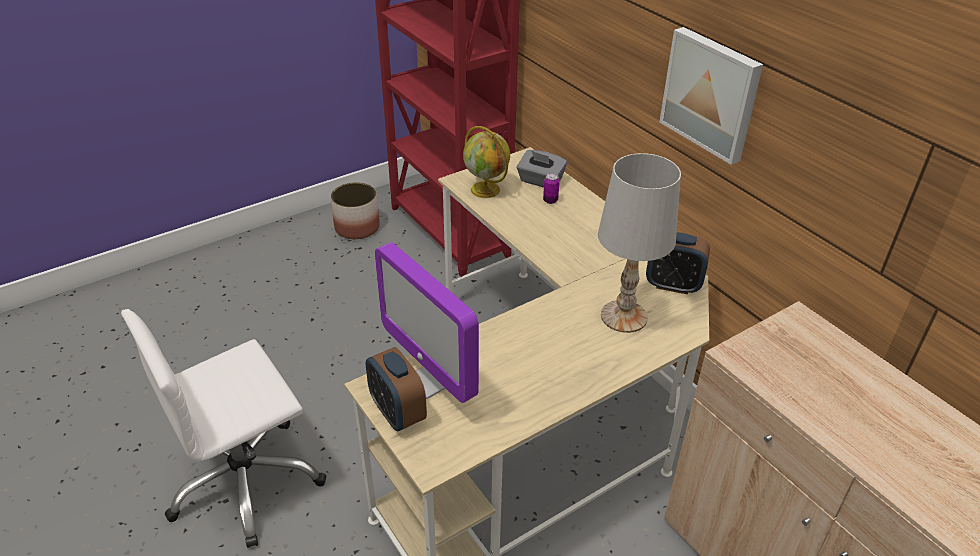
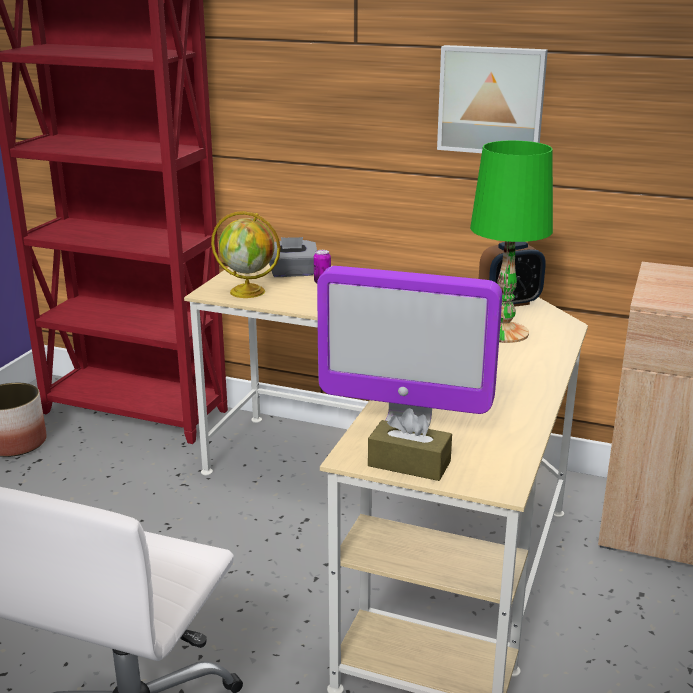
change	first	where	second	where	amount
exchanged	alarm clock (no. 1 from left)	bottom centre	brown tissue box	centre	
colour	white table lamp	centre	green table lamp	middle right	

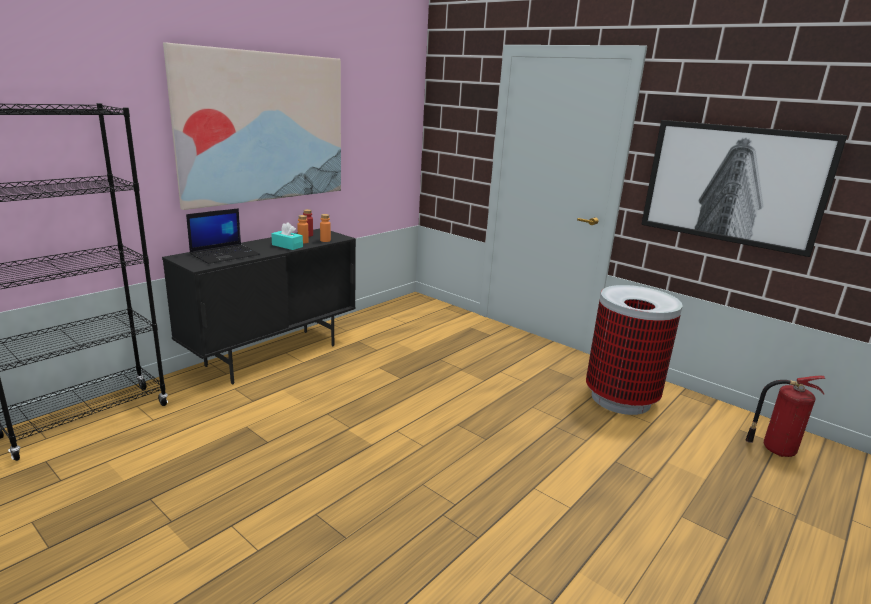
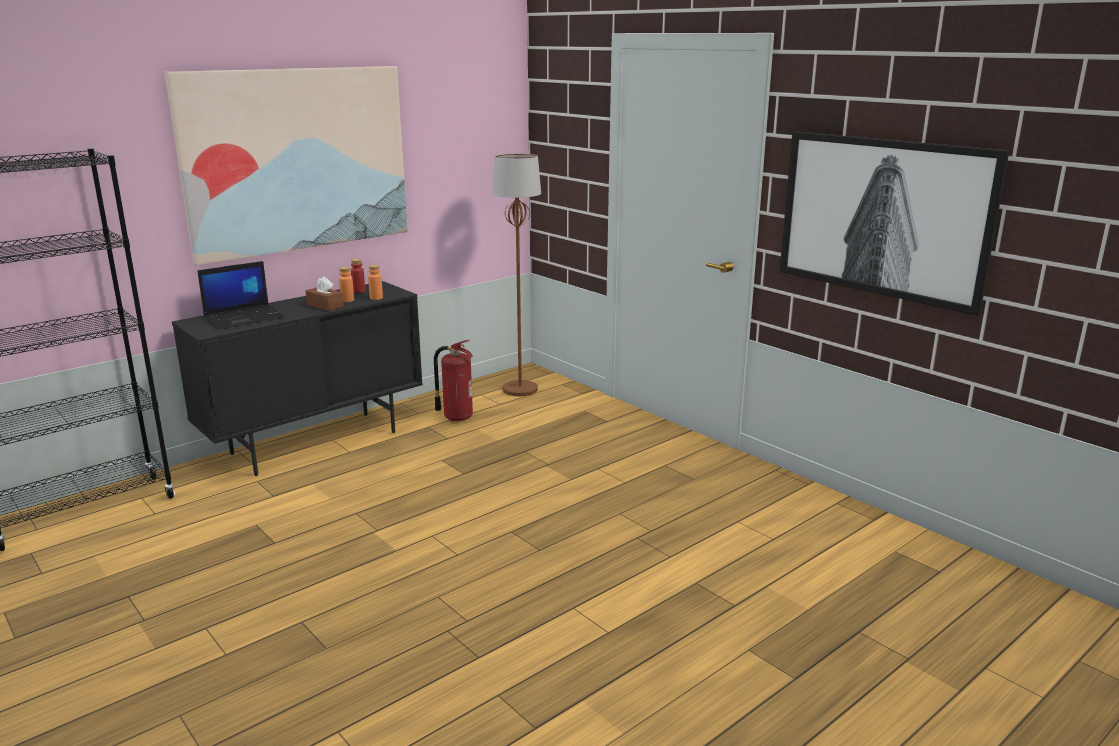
change	first	where	second	where	amount
colour	turquoise tissue box	middle left	brown tissue box	middle left	
relocated	fire extinguisher	bottom right		centre	
appeared			brown floor lamp	centre	
missing	trash can	middle right			

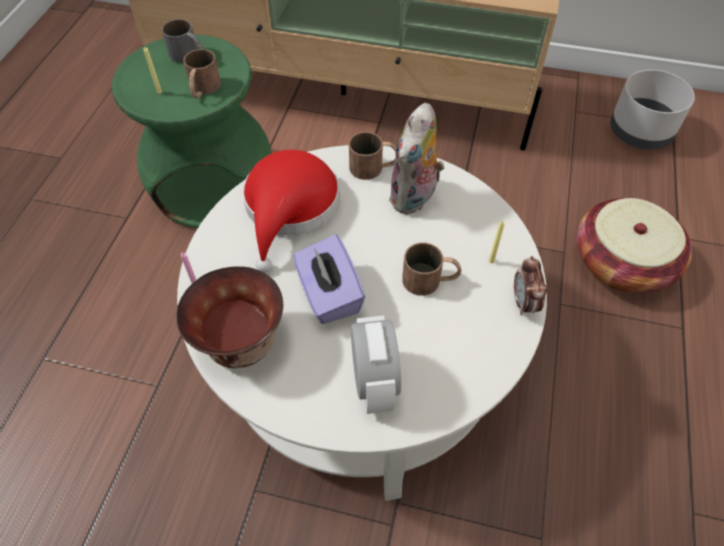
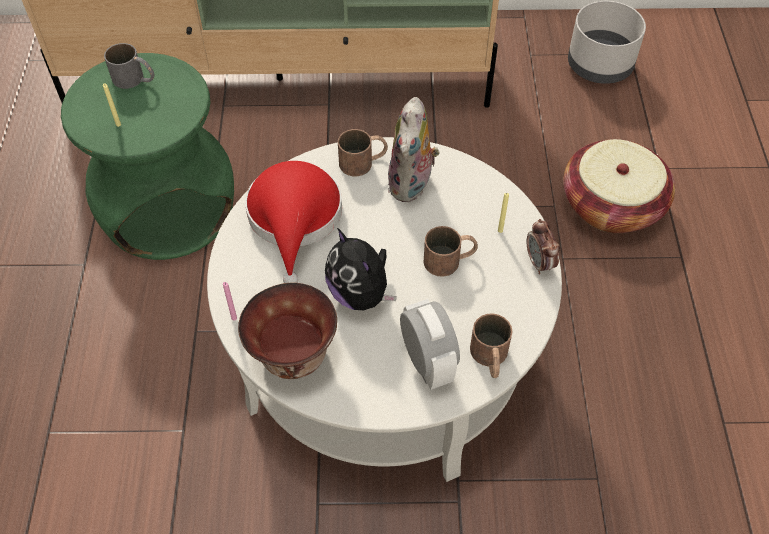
change	first	where	second	where	amount
exchanged	purple tissue box	centre	plush toy (no. 1 from left)	centre	
relocated	brown mug (no. 1 from left in the first image)	top left	brown mug (no. 3 from left)	centre	

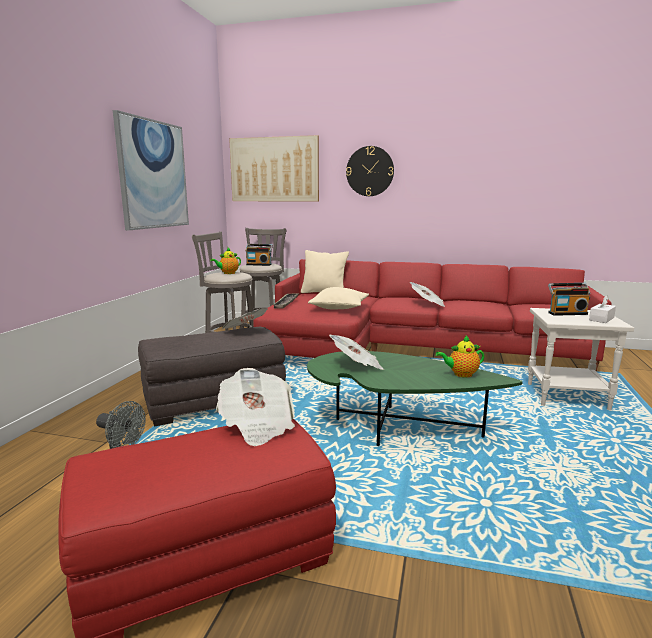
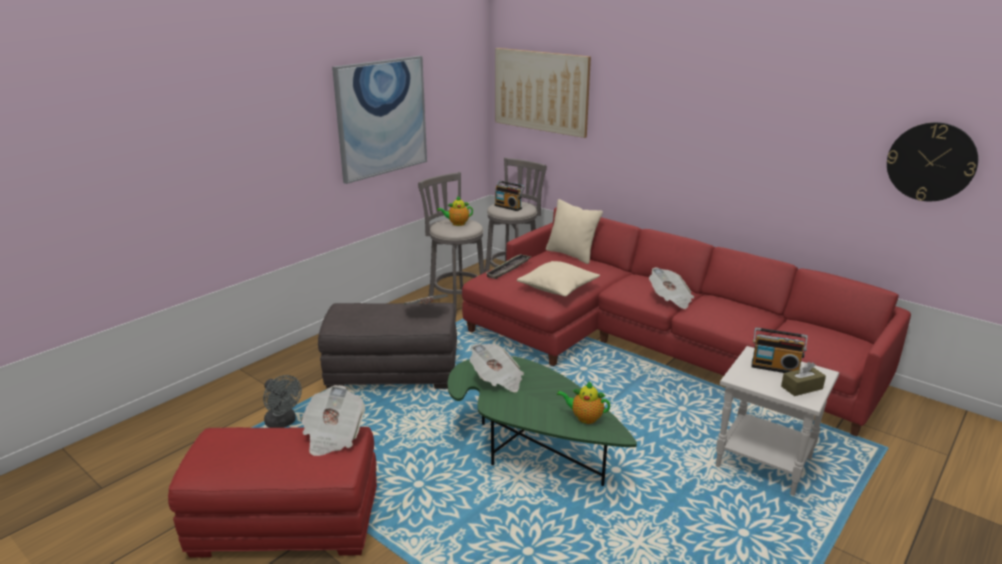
change	first	where	second	where	amount
colour	white tissue box	middle right	brown tissue box	bottom right	
relocated	wall clock	top centre		top right	

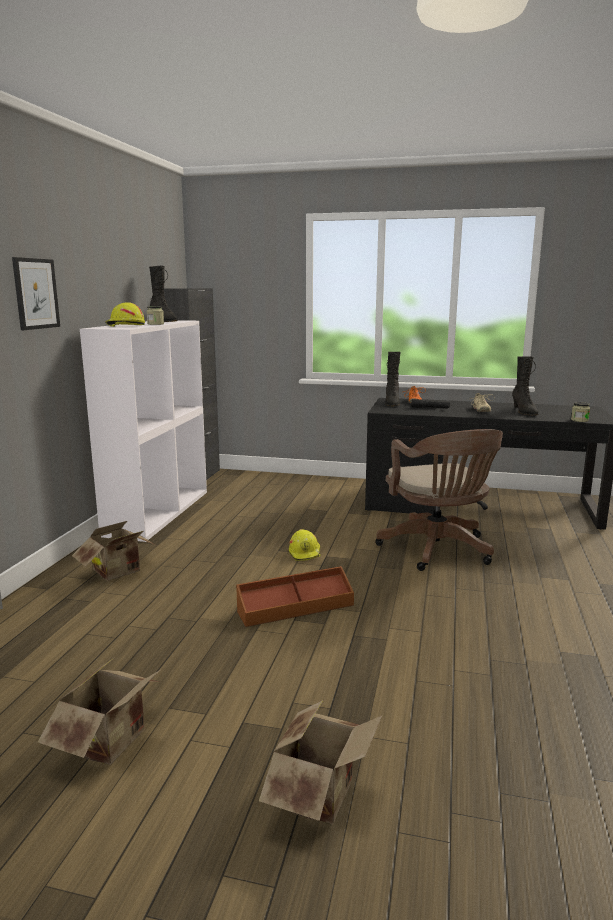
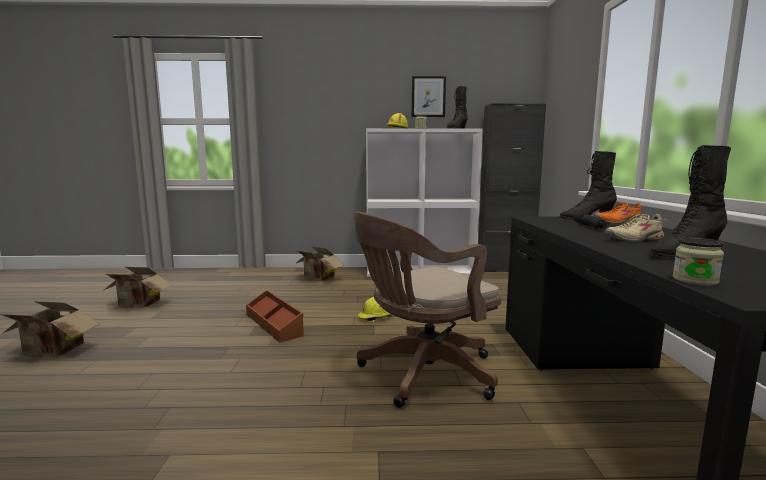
change	first	where	second	where	amount
relocated	picture	top left		top centre	

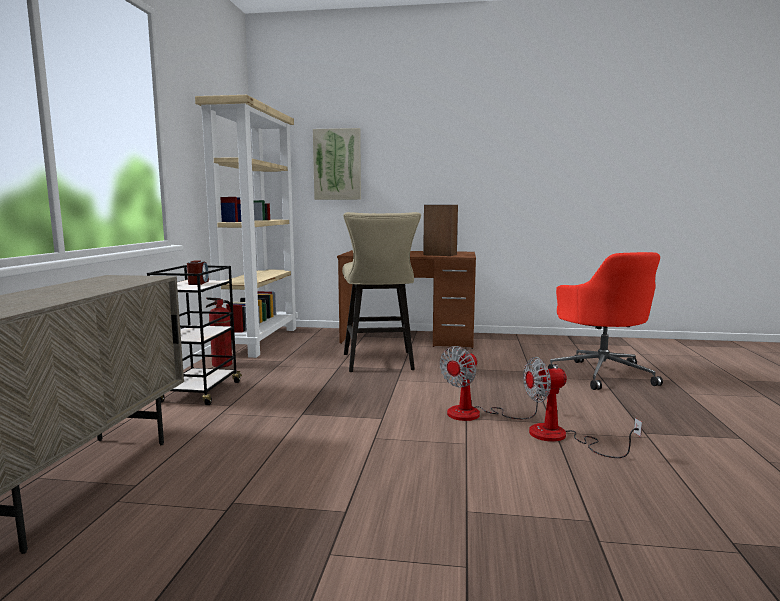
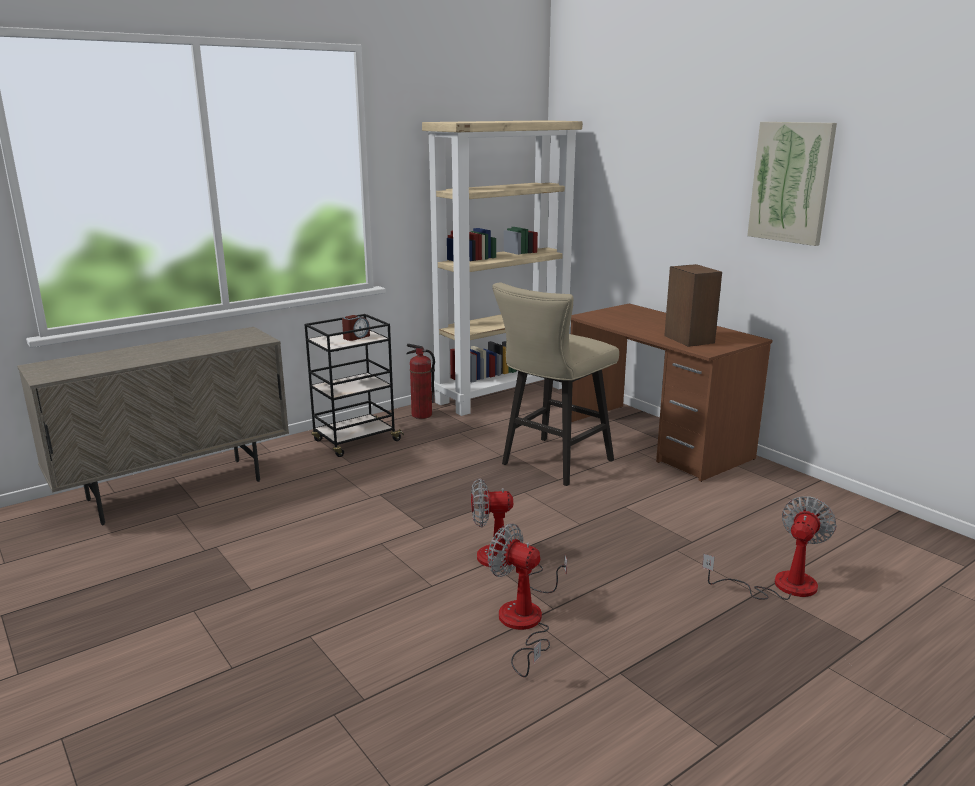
change	first	where	second	where	amount
exchanged	red office chair	middle right	fan (no. 3 from left)	bottom right	
relocated	picture	top centre		top right	

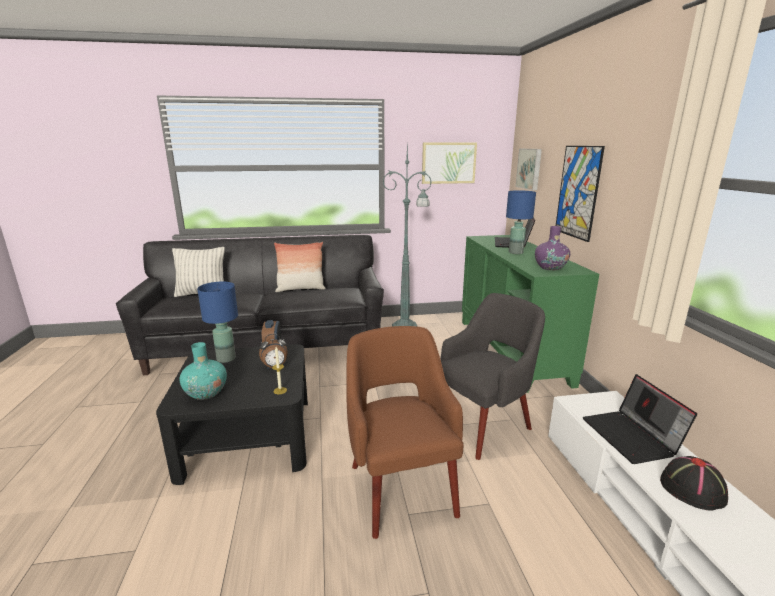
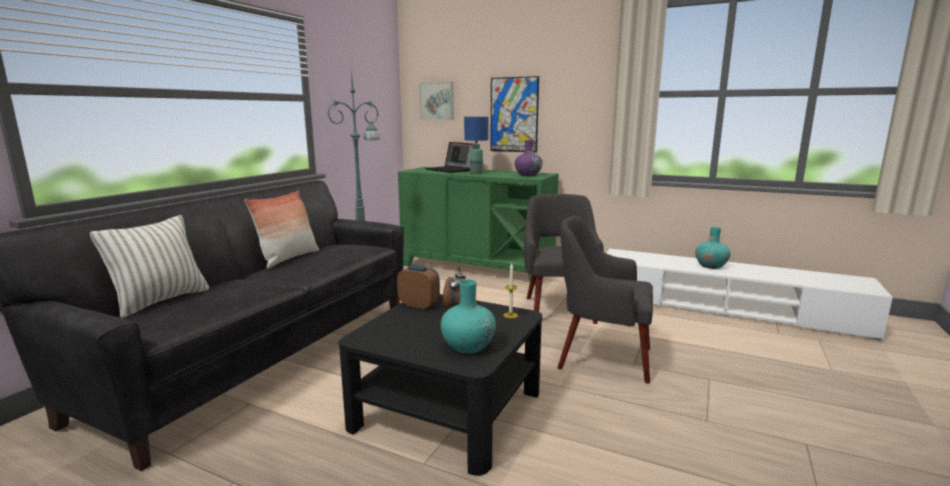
change	first	where	second	where	amount
colour	brown armchair	bottom centre	grey armchair (no. 2 from left)	centre	
exchanged	black hat	bottom right	turquoise vase (no. 2 from left)	middle right	
missing	blue table lamp (no. 1 from left)	middle left			
missing	picture (no. 1 from left)	top centre			
missing	laptop (no. 2 from left)	bottom right			

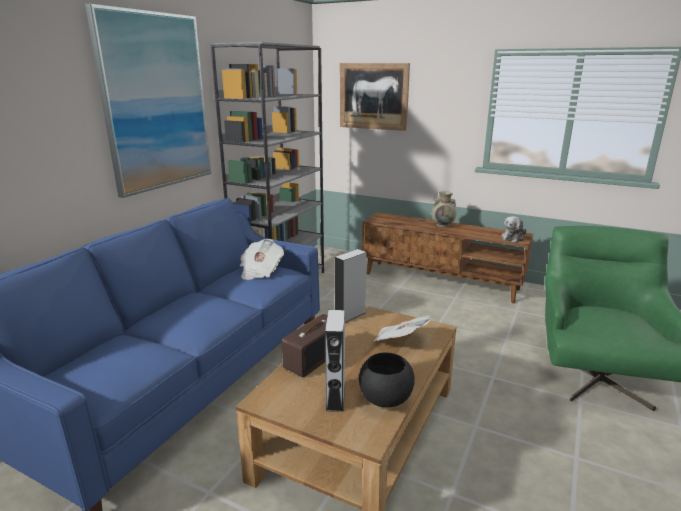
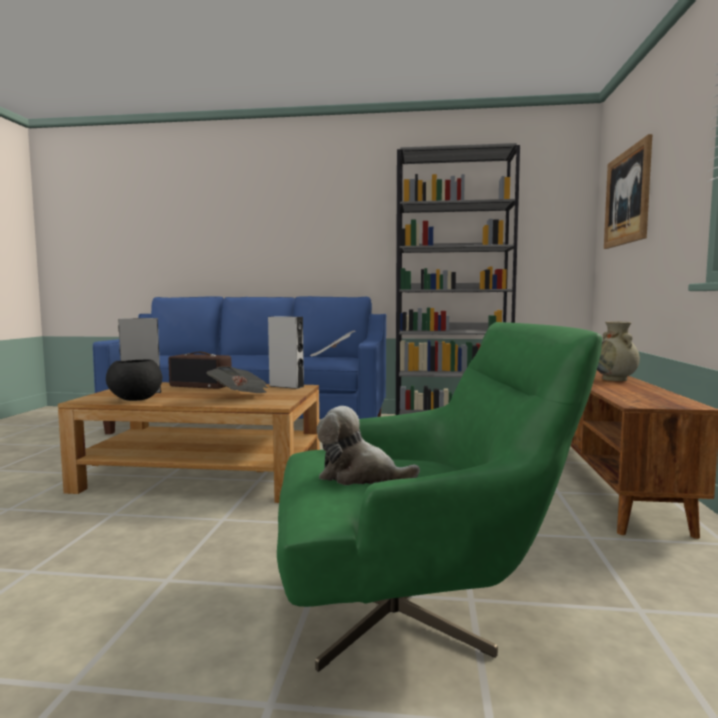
change	first	where	second	where	amount
relocated	plush toy	middle right		centre	
missing	picture (no. 1 from left)	top left			

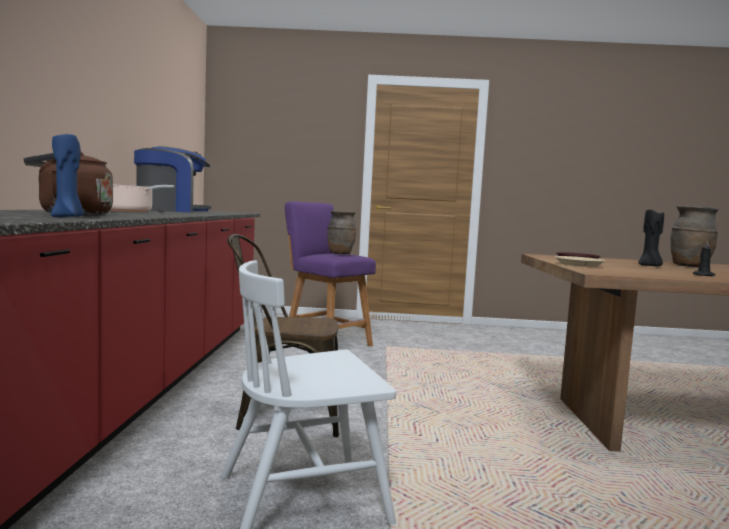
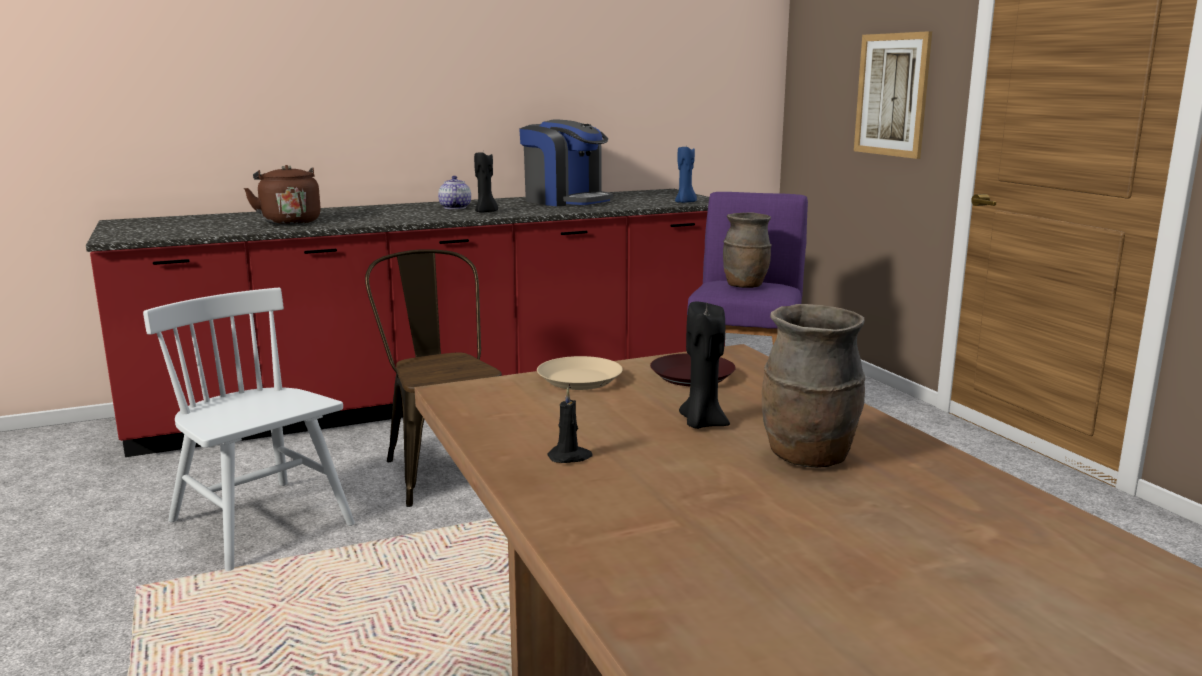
change	first	where	second	where	amount
exchanged	cooking pot	middle left	teapot	top centre	
appeared			black candle (no. 1 from left)	top centre	
relocated	blue candle	top left		top centre	
appeared			picture	top right	

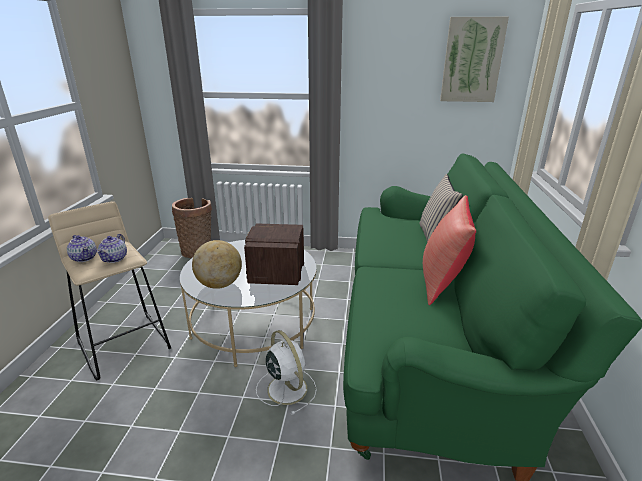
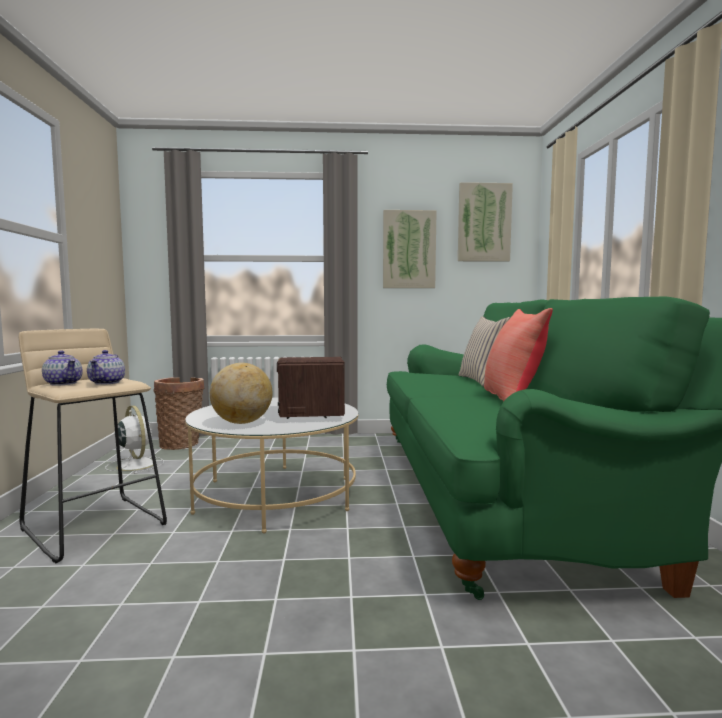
change	first	where	second	where	amount
relocated	white fan	bottom centre		middle left	
appeared			picture (no. 1 from left)	centre	

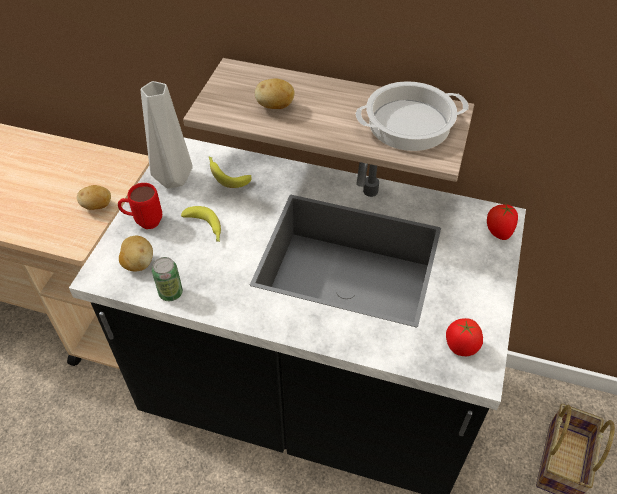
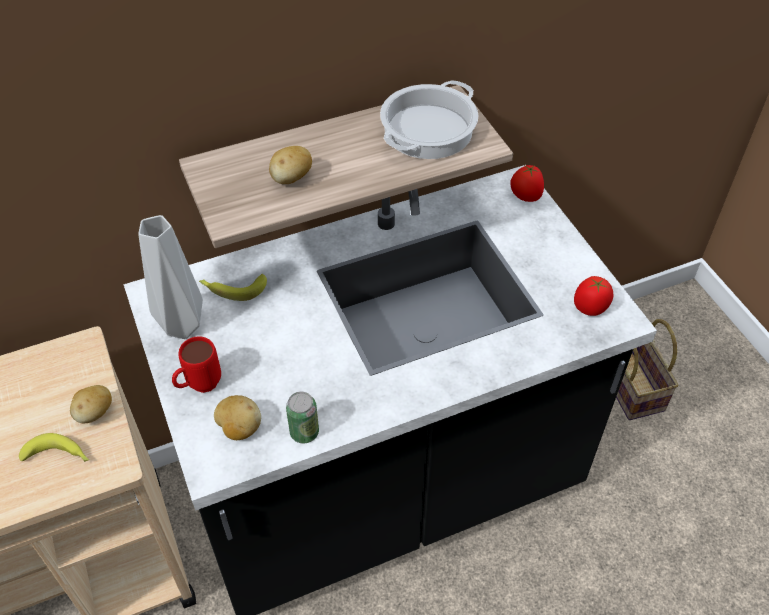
change	first	where	second	where	amount
relocated	banana (no. 1 from left)	middle left		bottom left	

